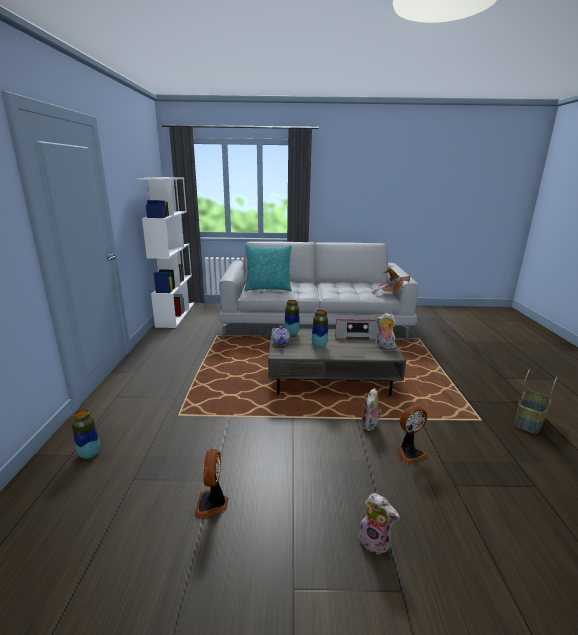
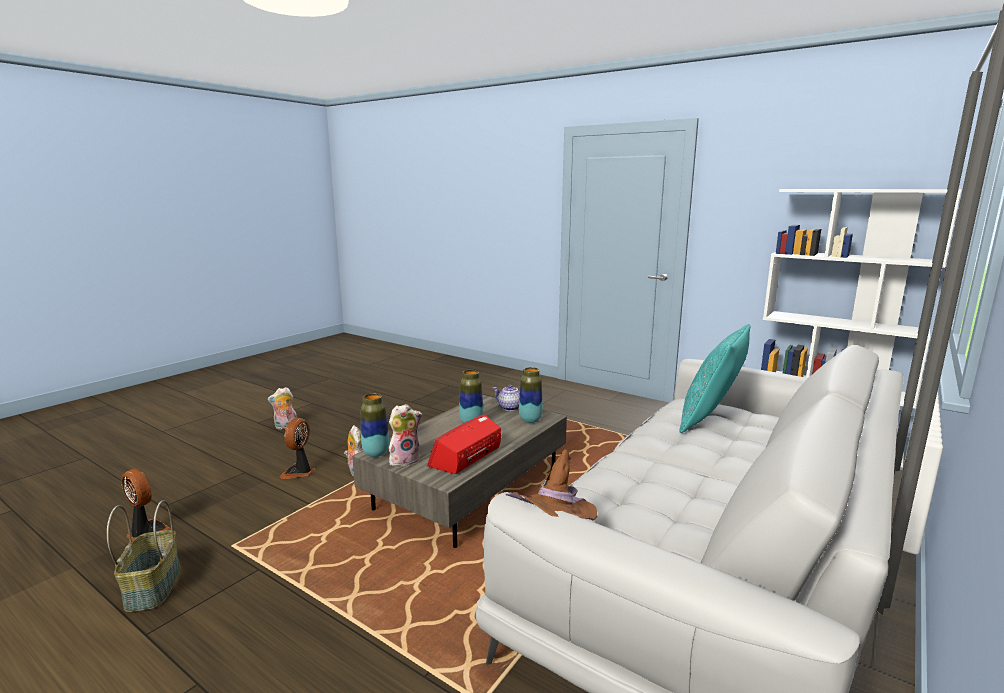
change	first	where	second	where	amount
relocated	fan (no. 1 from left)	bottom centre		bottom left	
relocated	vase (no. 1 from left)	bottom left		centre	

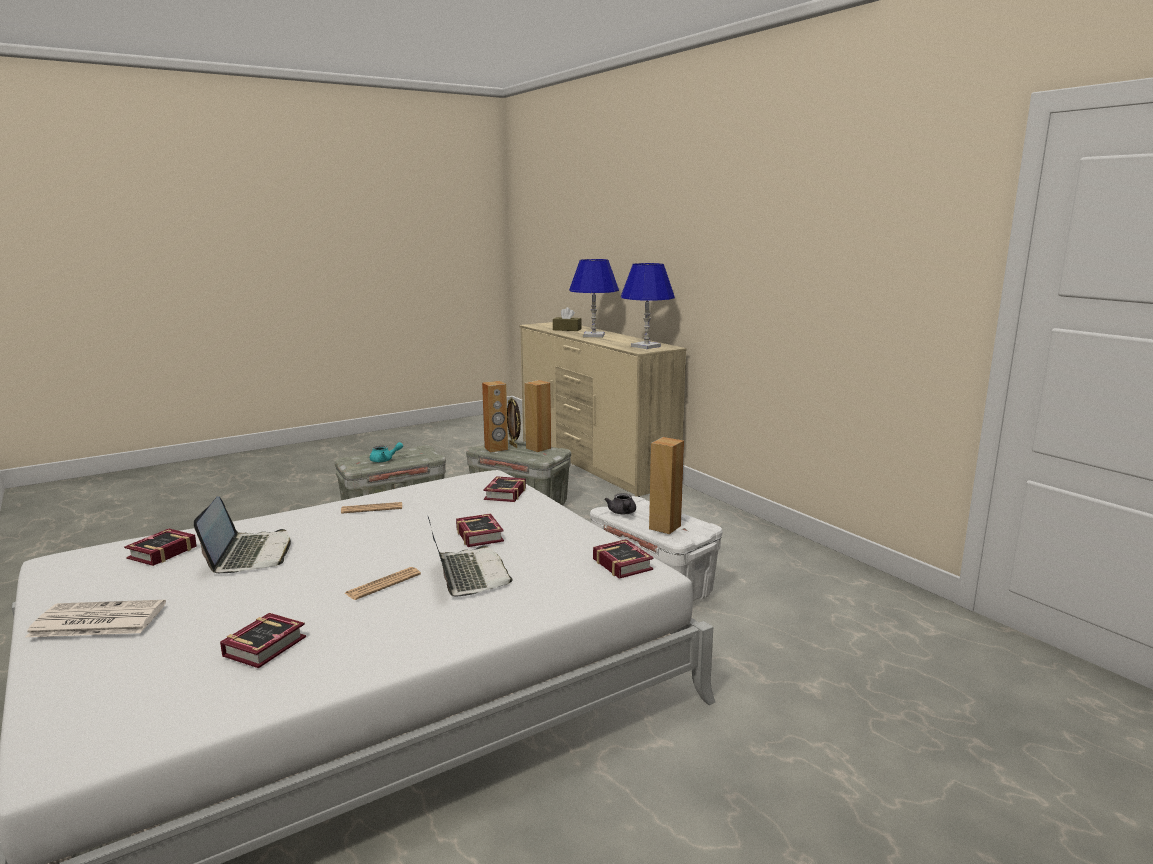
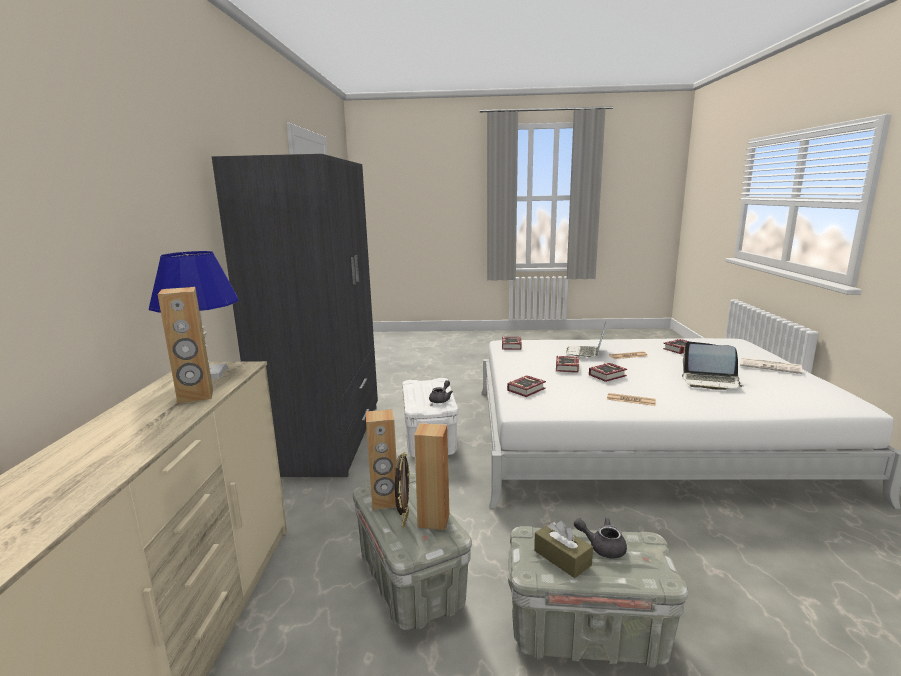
change	first	where	second	where	amount
relocated	brown speaker (no. 3 from left in the first image)	centre	brown speaker (no. 1 from left)	middle left	
appeared			grey wardrobe	middle left	
relocated	brown tissue box	centre		bottom centre	
colour	turquoise teapot	centre	grey teapot (no. 2 from left)	bottom centre	
relocated	book (no. 1 from left in the first image)	middle left	book (no. 4 from left)	middle right	
spun	laptop (no. 1 from left in the first image)	middle left	laptop (no. 2 from left)	middle right	90 degrees counterclockwise
missing	blue table lamp (no. 1 from left)	centre			

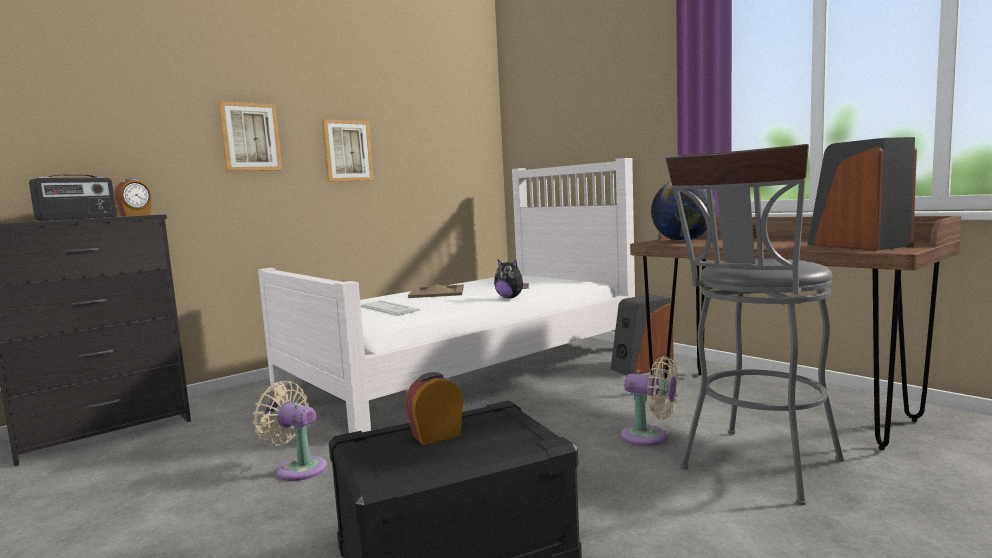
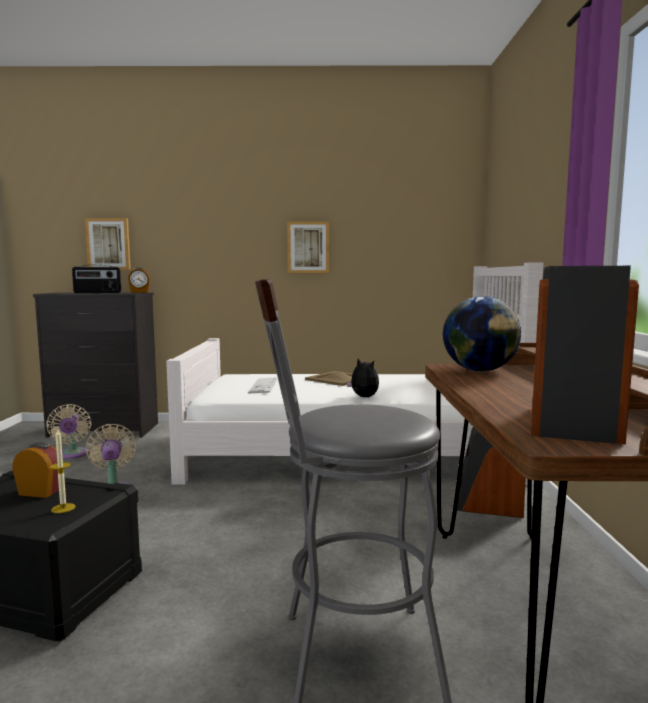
change	first	where	second	where	amount
relocated	beige fan (no. 2 from left in the first image)	bottom centre	beige fan (no. 1 from left)	middle left	
appeared			candle	bottom left	
relocated	picture (no. 1 from left)	top left		middle left	
spun	plush toy	centre		centre	150 degrees clockwise

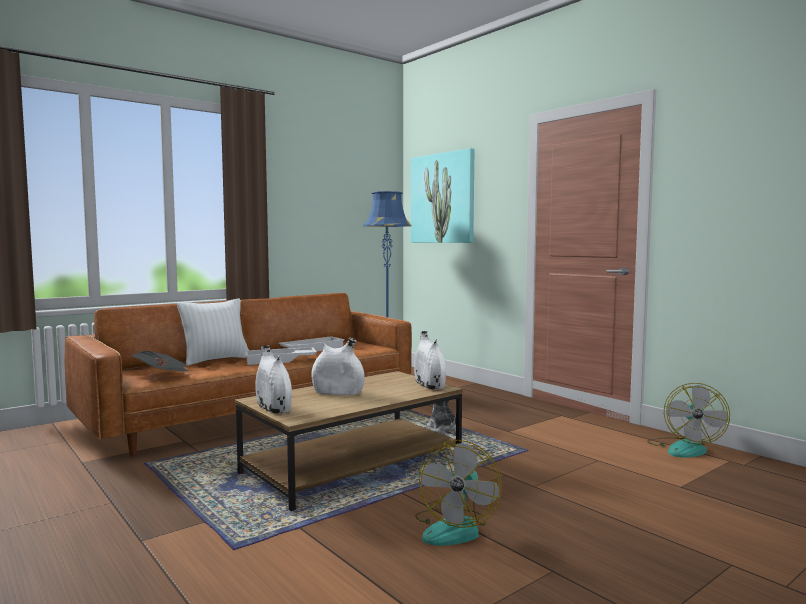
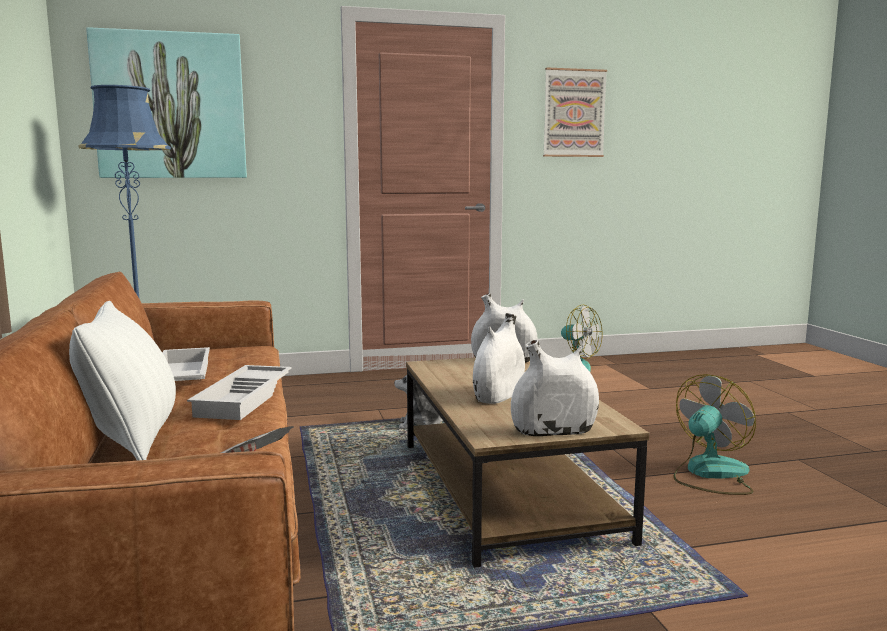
change	first	where	second	where	amount
appeared			picture (no. 2 from left)	top centre	
spun	fan (no. 1 from left in the first image)	bottom centre	fan (no. 2 from left)	bottom right	90 degrees counterclockwise

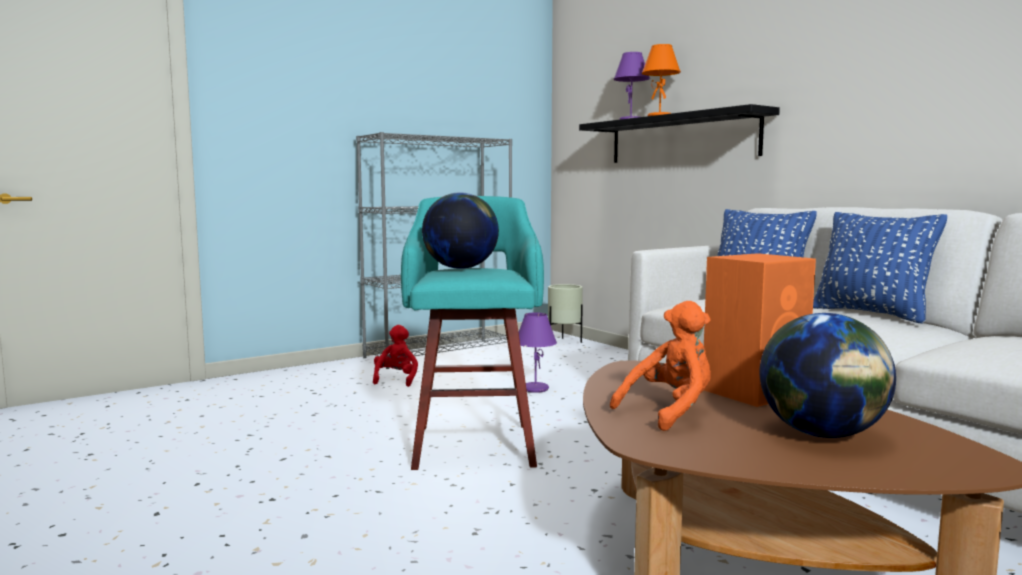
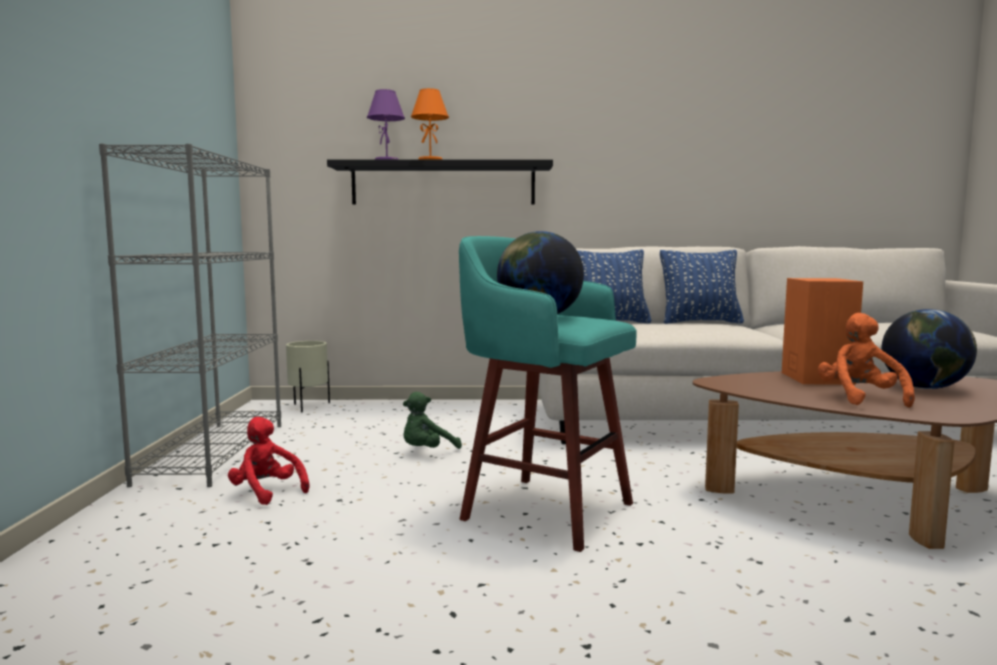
change	first	where	second	where	amount
exchanged	purple table lamp (no. 1 from left)	centre	green plush toy	centre	

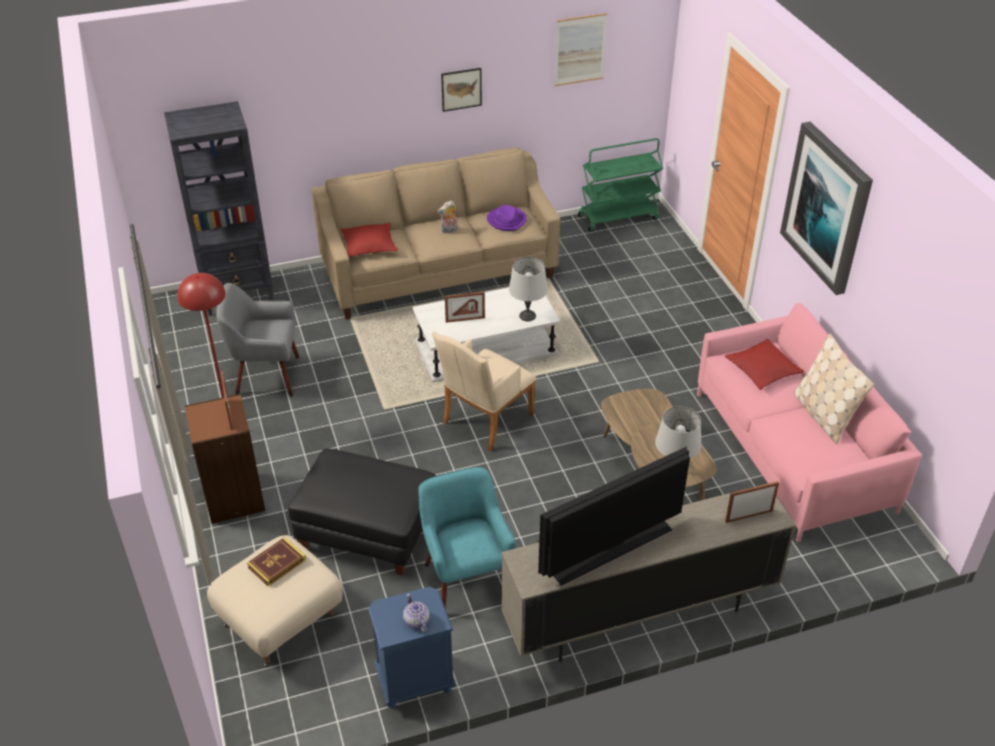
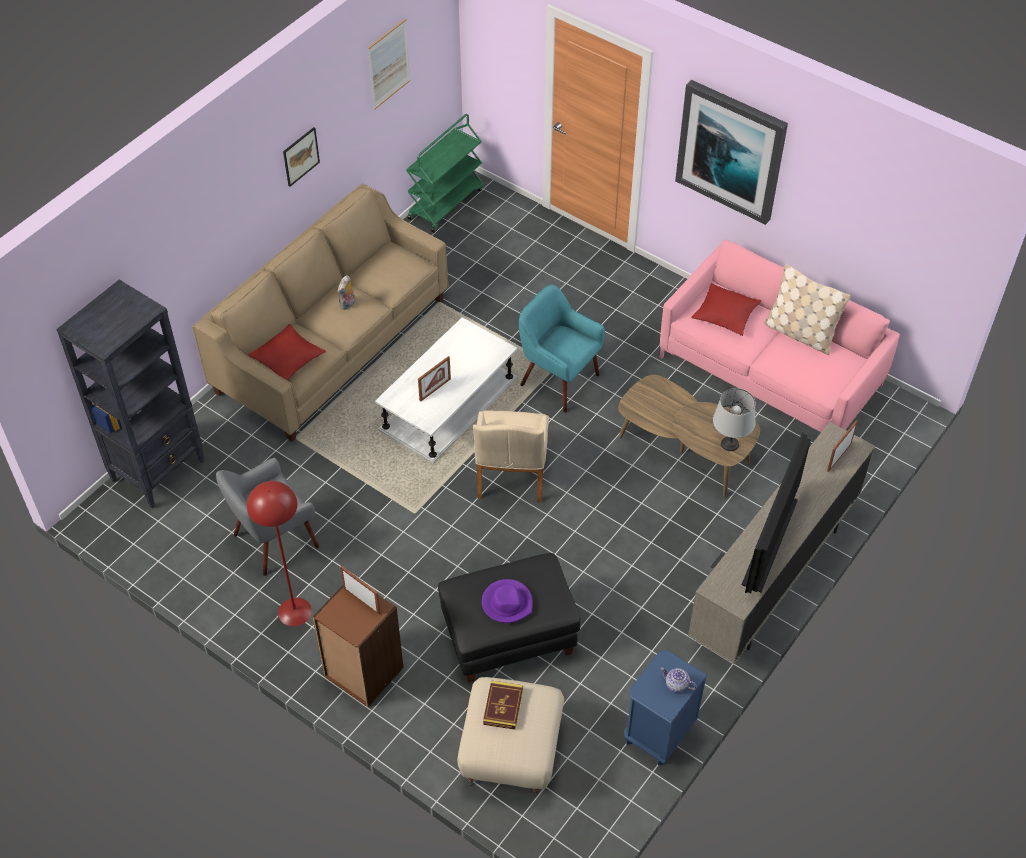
change	first	where	second	where	amount
relocated	purple hat	top centre		bottom centre	
relocated	turquoise armchair	bottom centre		centre	
missing	grey table lamp (no. 1 from left)	centre			

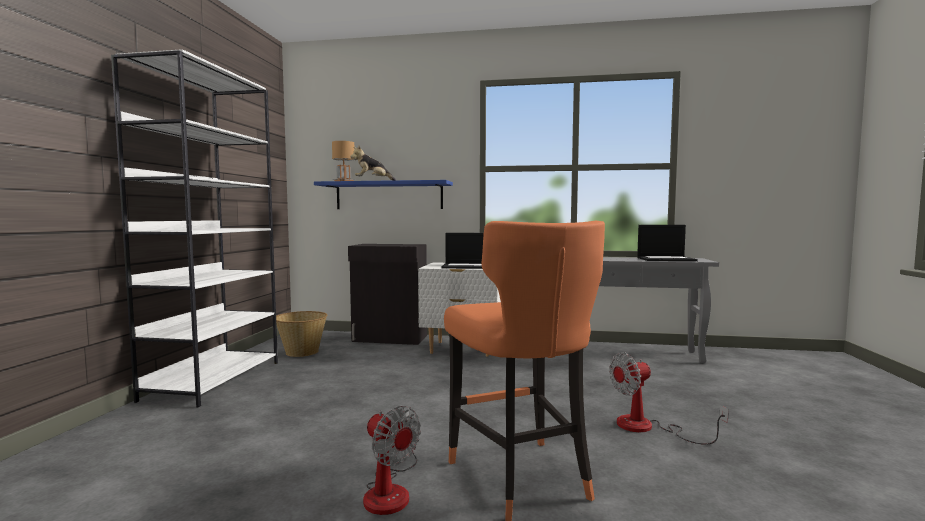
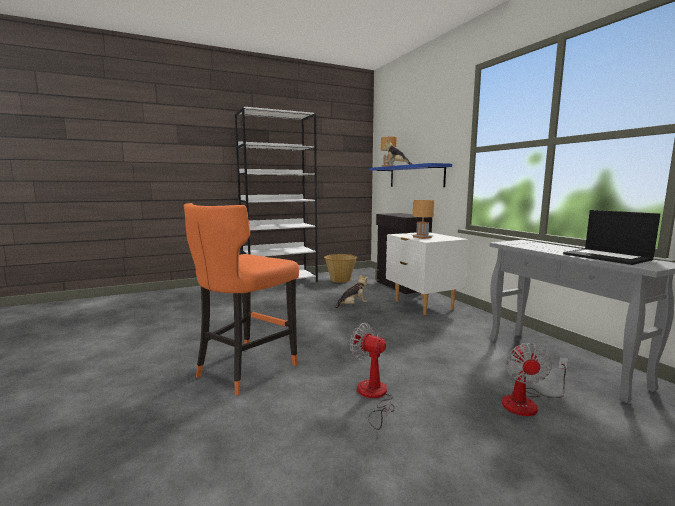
change	first	where	second	where	amount
appeared			plush toy (no. 1 from left)	centre	
exchanged	laptop (no. 1 from left)	centre	brown table lamp (no. 2 from left)	centre	
relocated	fan (no. 1 from left in the first image)	bottom centre	fan (no. 2 from left)	bottom right	

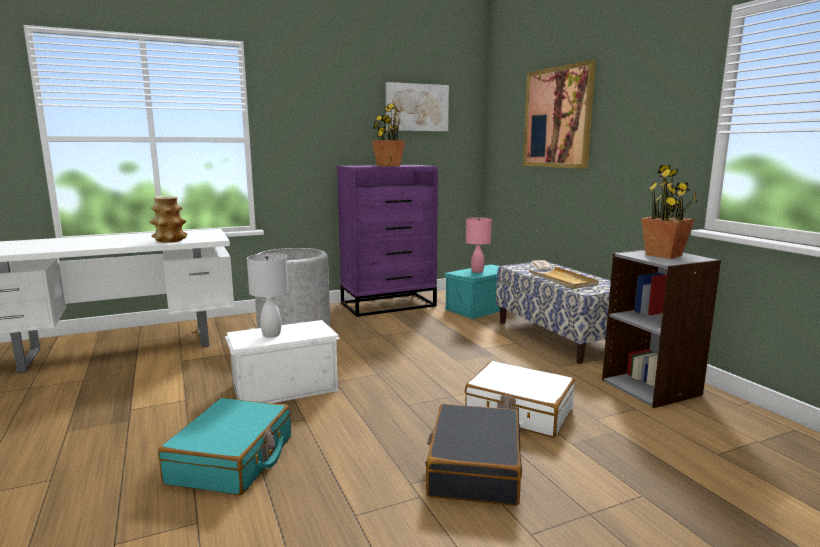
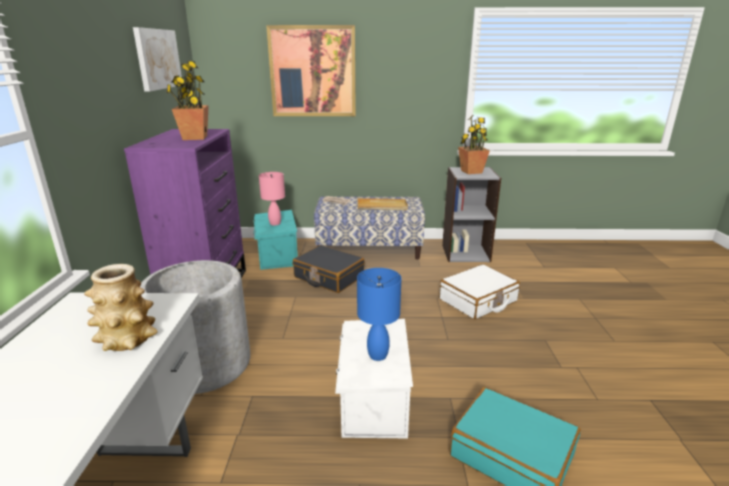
change	first	where	second	where	amount
relocated	black suitcase	bottom centre		centre	
colour	white table lamp	middle left	blue table lamp	centre	

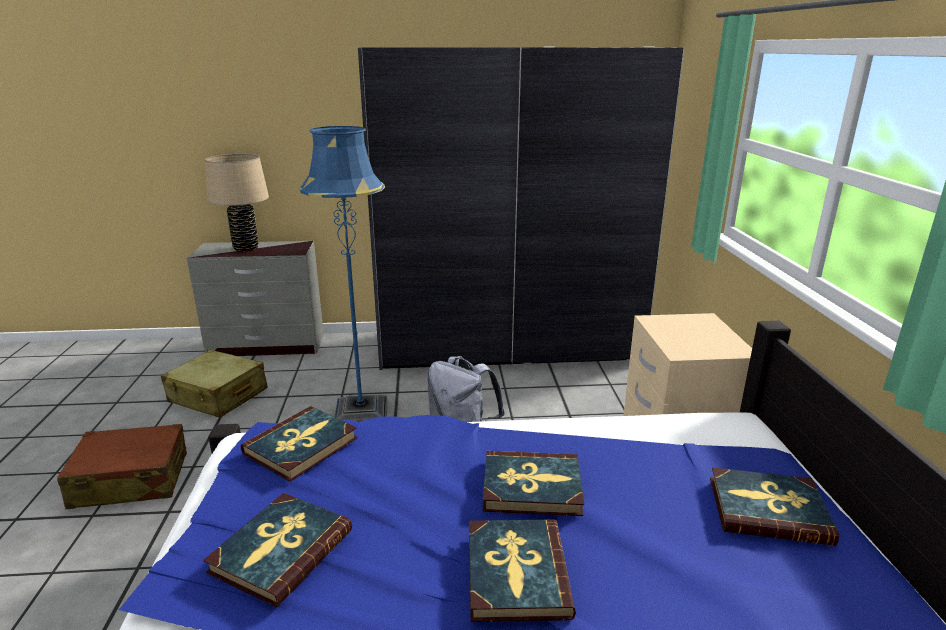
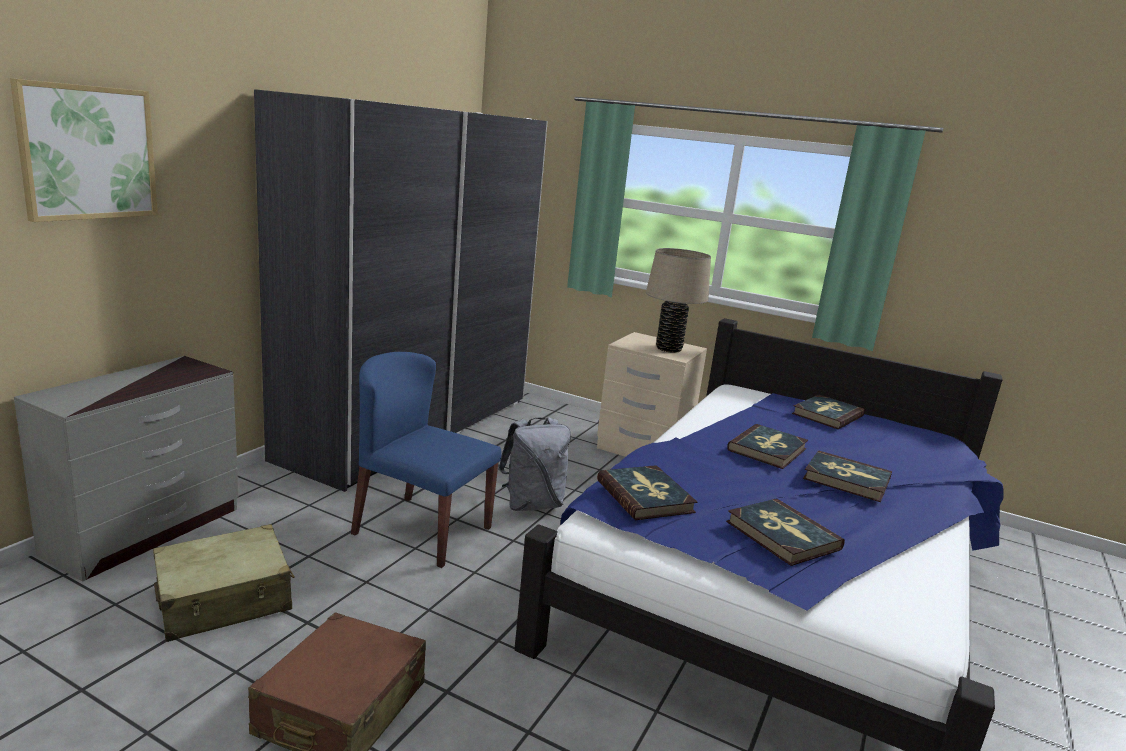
change	first	where	second	where	amount
appeared			picture	top left	
exchanged	blue floor lamp	centre	blue chair	centre	
relocated	beige table lamp	top left		centre	

